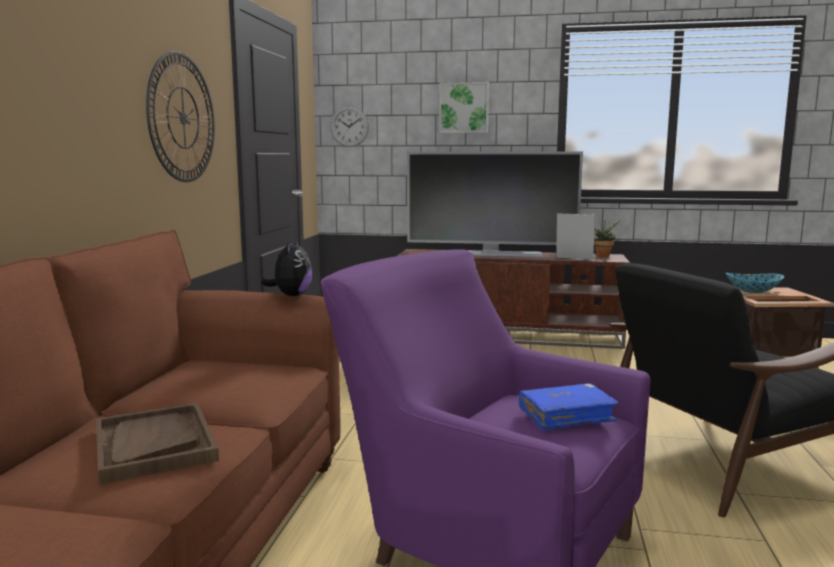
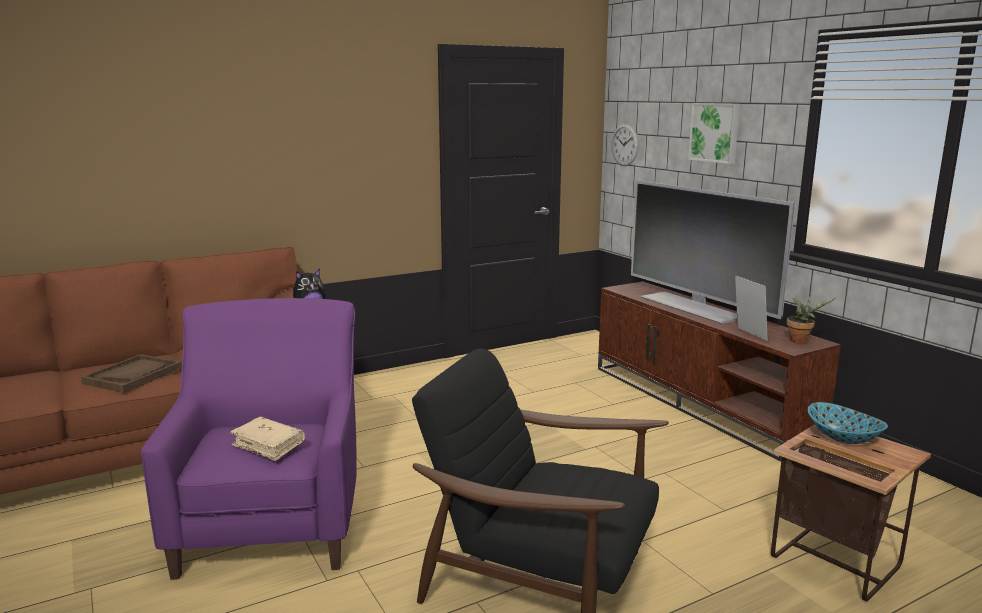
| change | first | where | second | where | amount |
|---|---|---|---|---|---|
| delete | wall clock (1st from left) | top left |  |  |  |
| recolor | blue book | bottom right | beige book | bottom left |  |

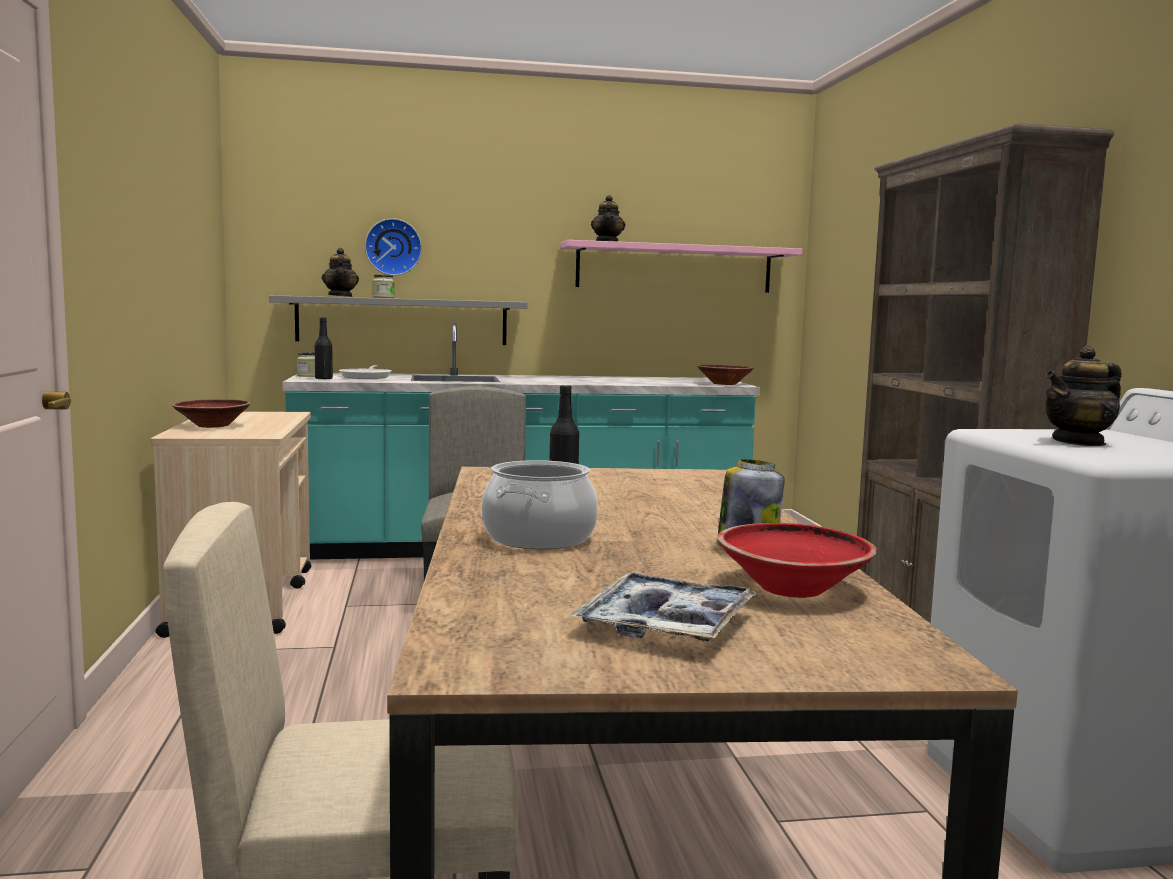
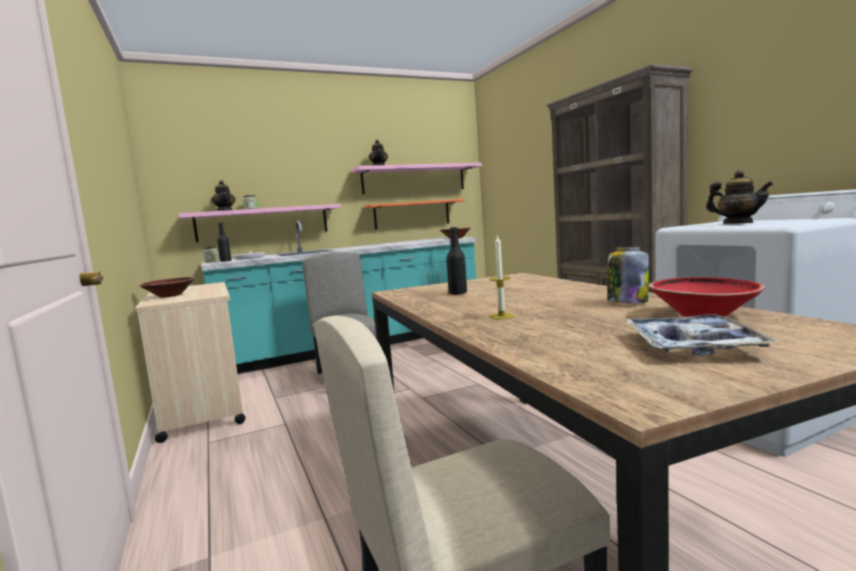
| change | first | where | second | where | amount |
|---|---|---|---|---|---|
| recolor | grey shelf | centre | pink shelf (1st from left) | middle left |  |
| delete | wall clock | top centre |  |  |  |
| replace | cooking pot | centre | candle | centre |  |
| rotate | teapot (3rd from left) | middle right |  | middle right | 90 degrees counterclockwise |
| insert |  |  | orange shelf | centre |  |

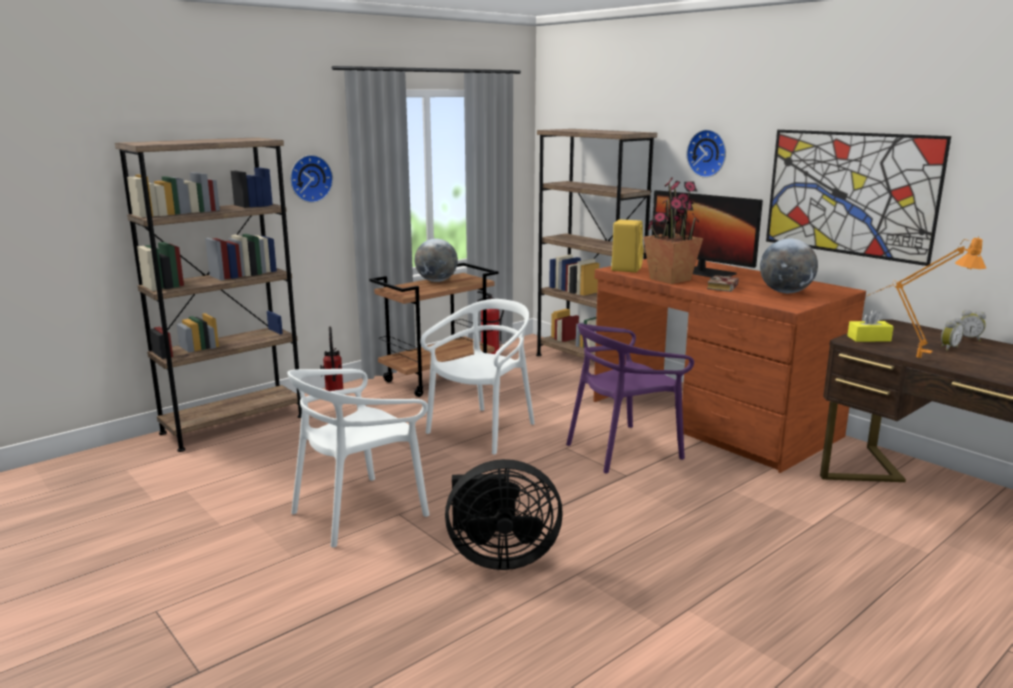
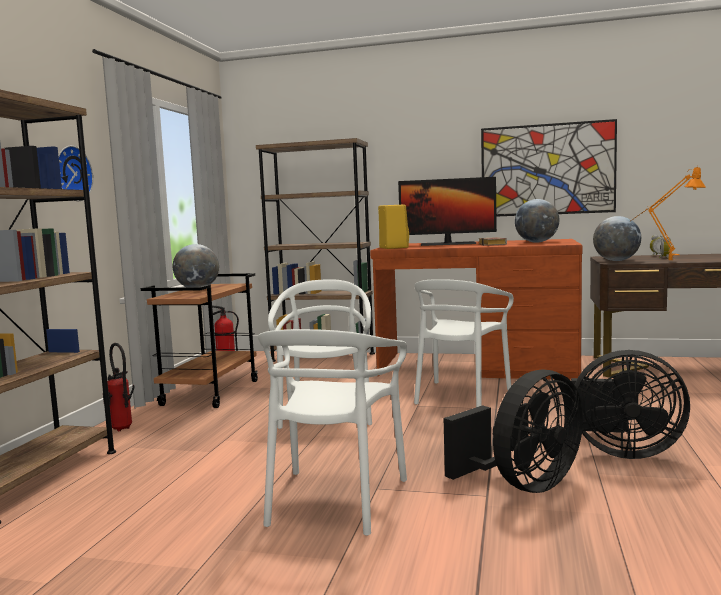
| change | first | where | second | where | amount |
|---|---|---|---|---|---|
| recolor | purple chair | centre | white chair (3rd from left) | centre |  |
| delete | potted plant | centre |  |  |  |
| delete | wall clock (2nd from left) | top right |  |  |  |
| replace | yellow tissue box | middle right | globe (3rd from left) | middle right |  |
| insert |  |  | black fan (2nd from left) | bottom right |  |

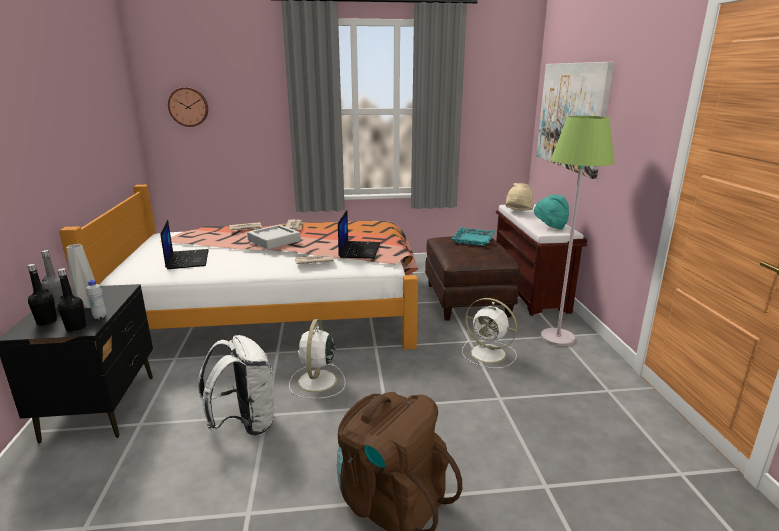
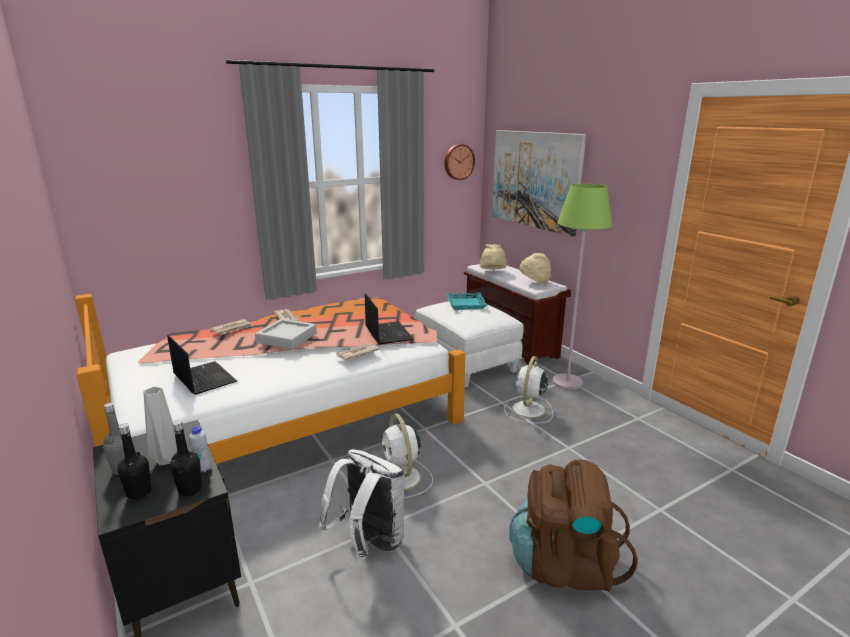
| change | first | where | second | where | amount |
|---|---|---|---|---|---|
| move | wall clock | top left |  | top centre |  |
| recolor | brown ottoman | centre | white ottoman | centre |  |
| rotate | white fan (2nd from left) | centre |  | centre | 105 degrees clockwise |
| recolor | turquoise hat | middle right | beige hat (2nd from left) | centre |  |

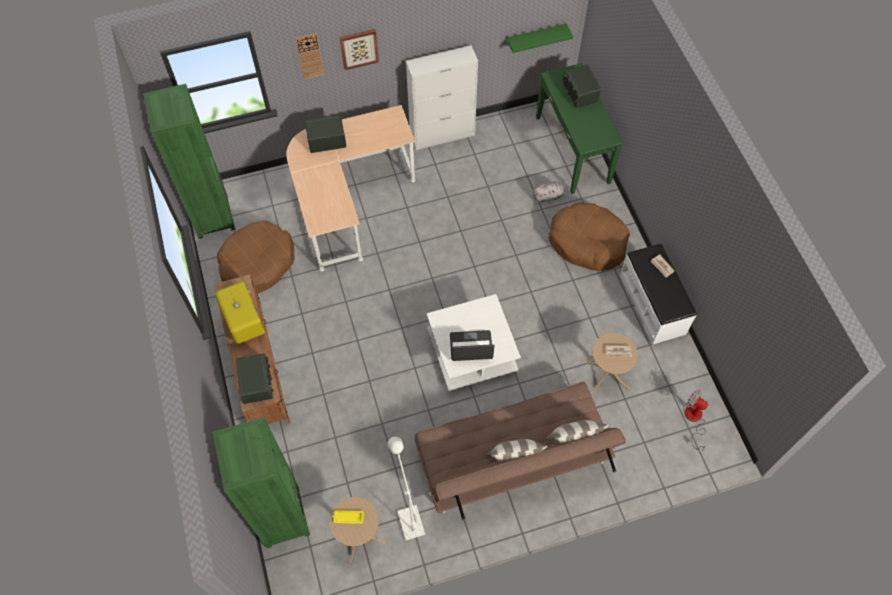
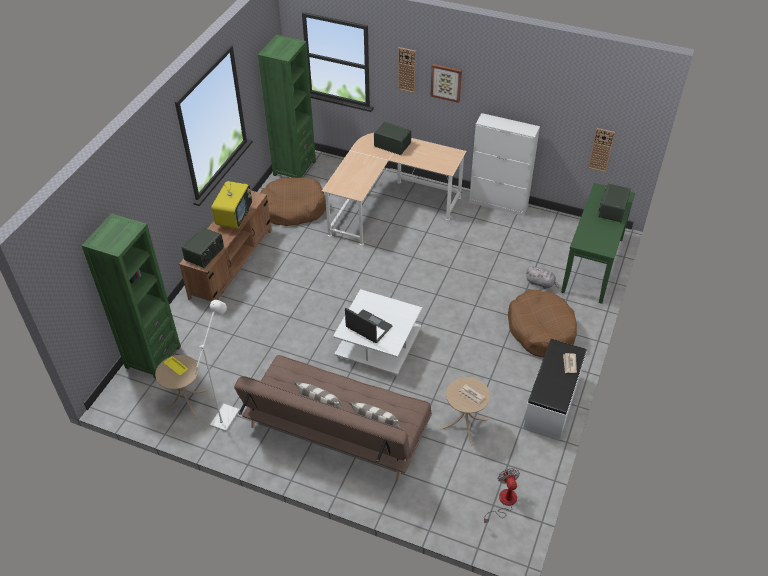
| change | first | where | second | where | amount |
|---|---|---|---|---|---|
| replace | green shelf | top centre | wall clock (2nd from left) | top right |  |

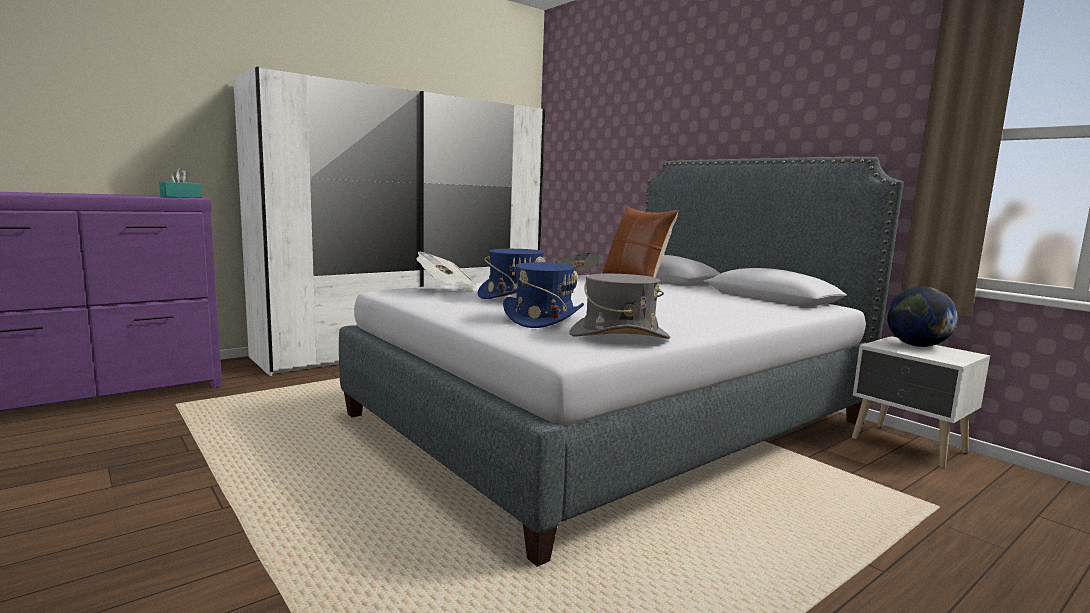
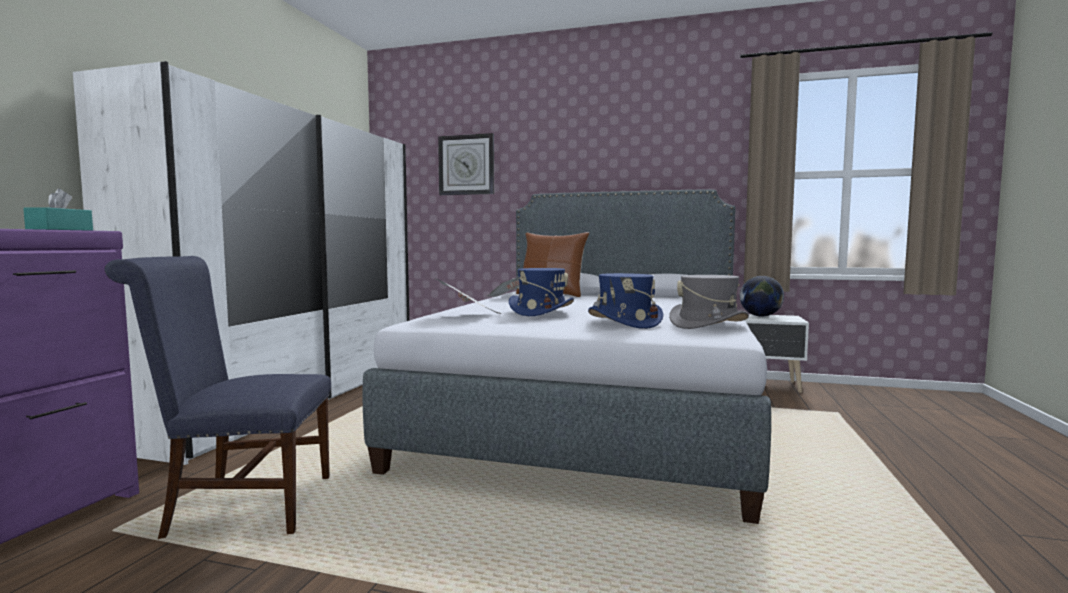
| change | first | where | second | where | amount |
|---|---|---|---|---|---|
| insert |  |  | blue chair | bottom left |  |
| insert |  |  | wall clock | top centre |  |

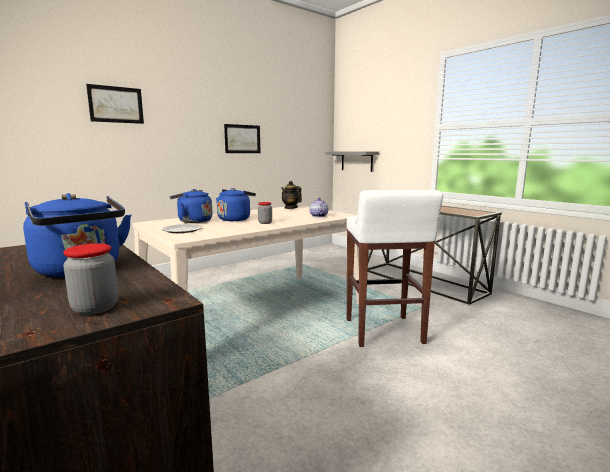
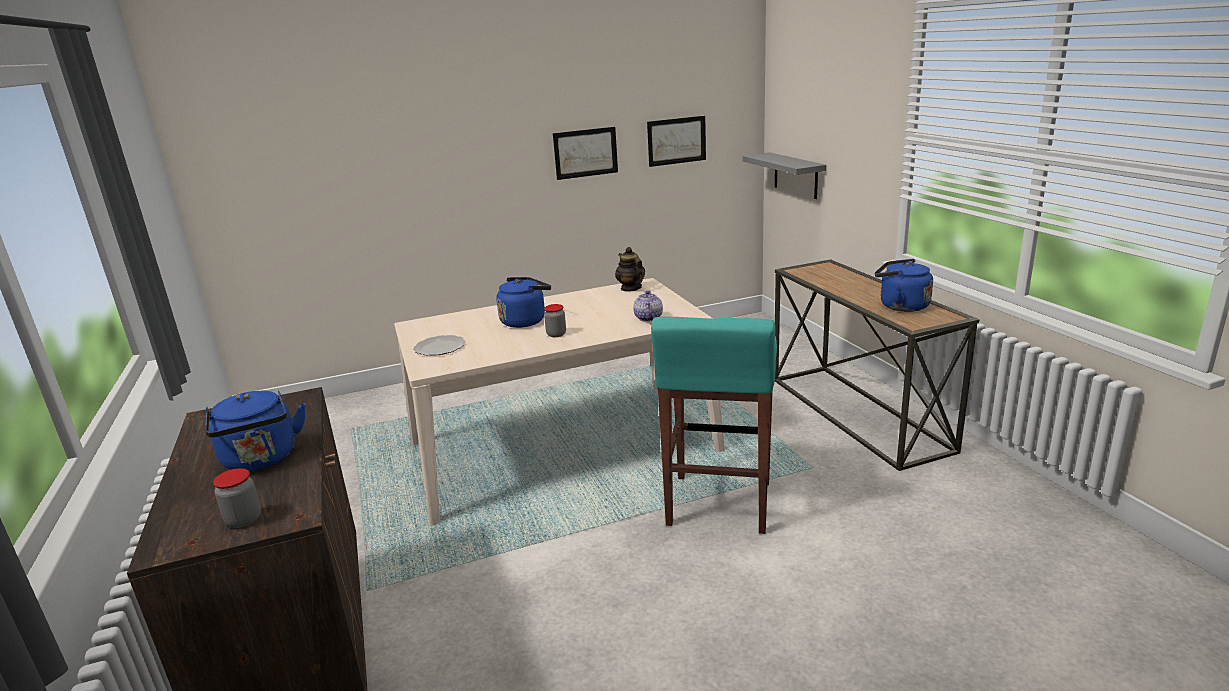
| change | first | where | second | where | amount |
|---|---|---|---|---|---|
| move | picture (1st from left in the first image) | top left | picture (2nd from left) | top centre |  |
| move | blue kettle (2nd from left in the first image) | middle left | blue kettle (3rd from left) | middle right |  |
| recolor | white stool | centre | turquoise stool | centre |  |

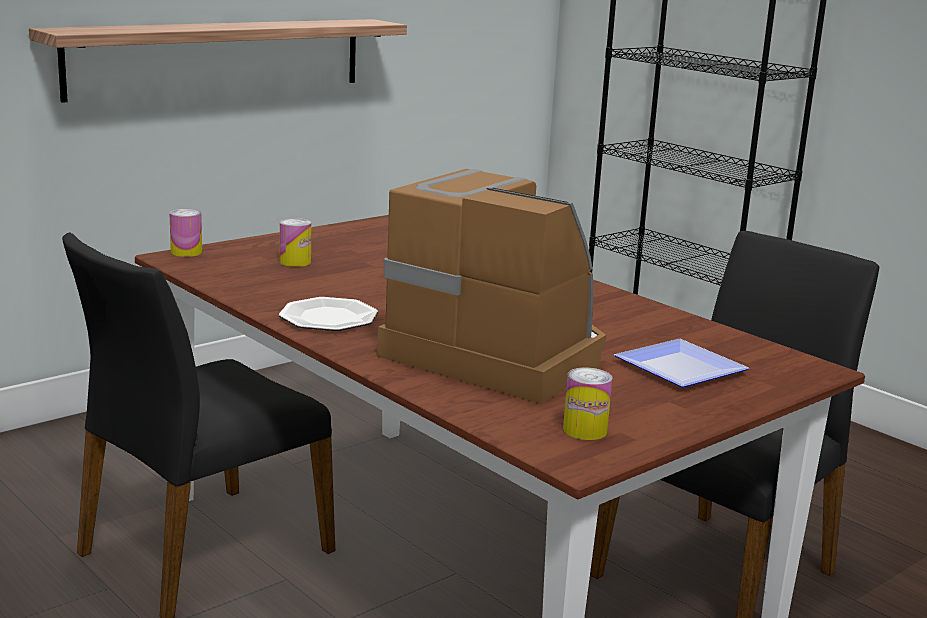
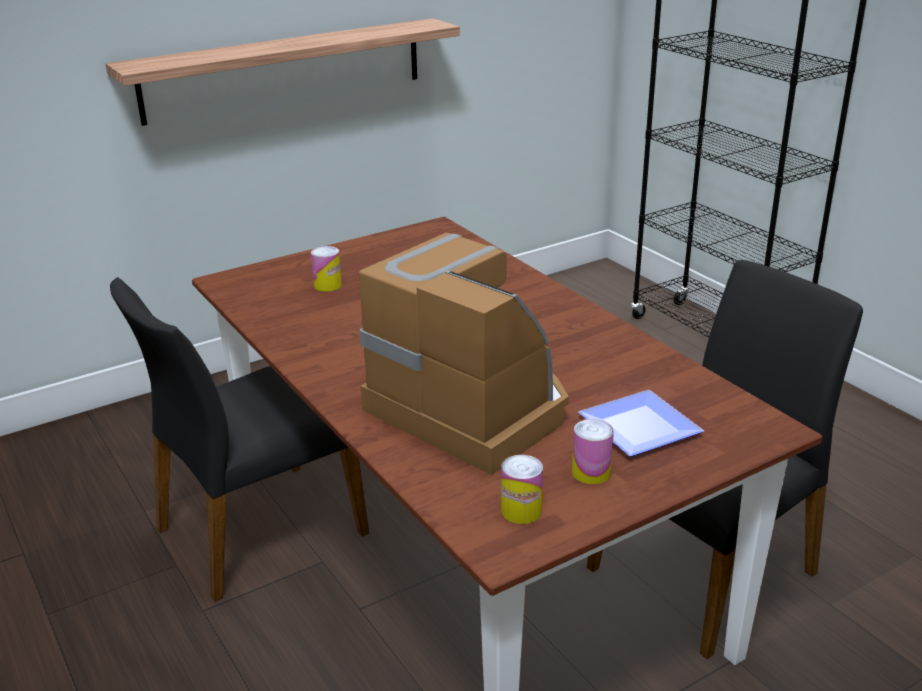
| change | first | where | second | where | amount |
|---|---|---|---|---|---|
| move | can (1st from left in the first image) | middle left | can (3rd from left) | centre |  |
| delete | plate (1st from left) | centre |  |  |  |

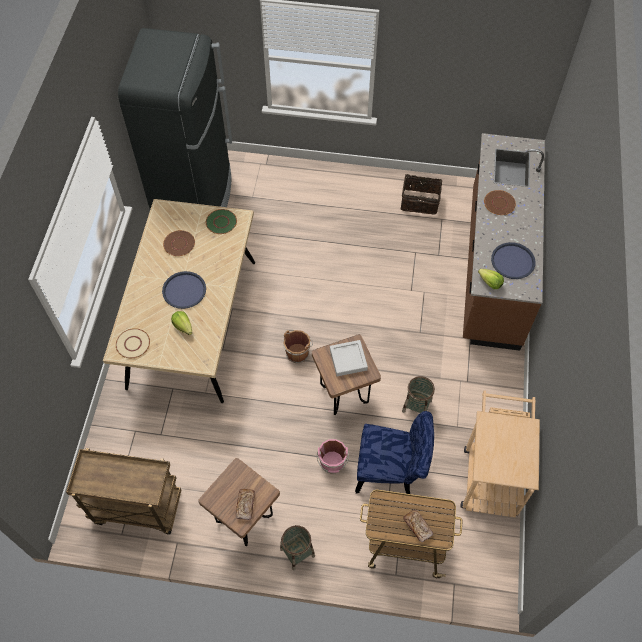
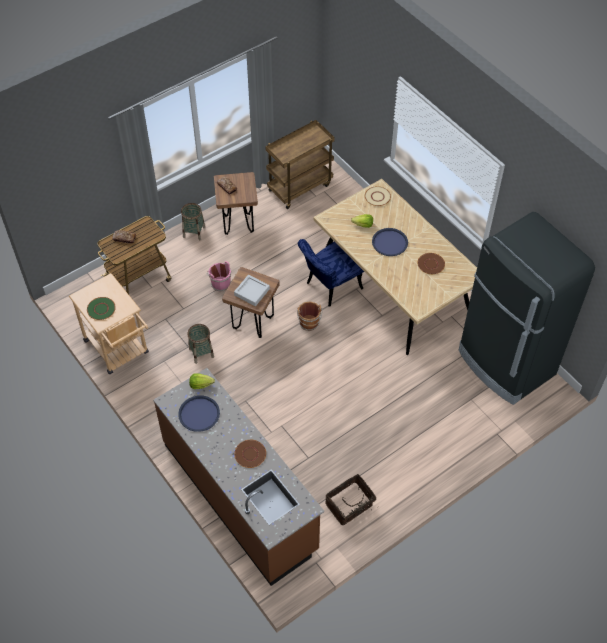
| change | first | where | second | where | amount |
|---|---|---|---|---|---|
| move | green plate | centre |  | middle left |  |
| move | blue chair | bottom centre |  | centre |  |

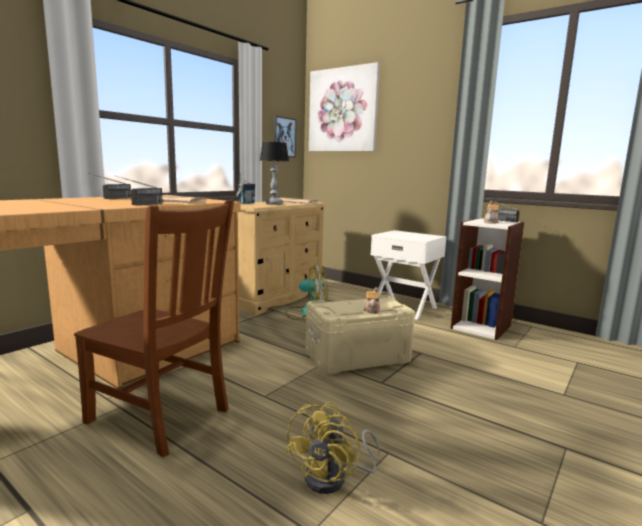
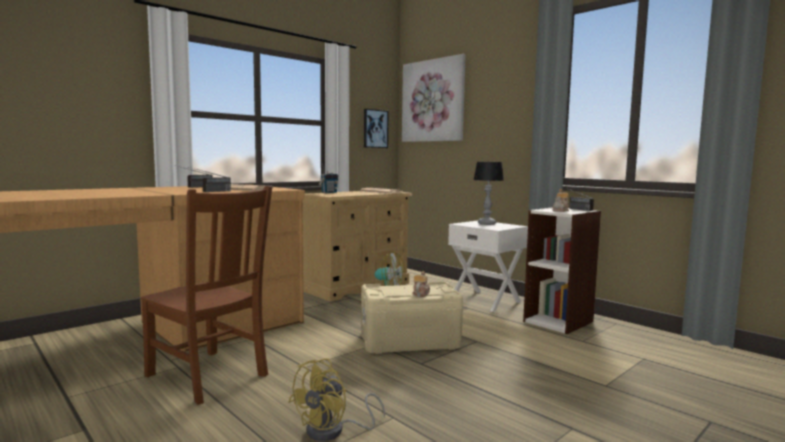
| change | first | where | second | where | amount |
|---|---|---|---|---|---|
| move | table lamp | top centre |  | centre |  |

